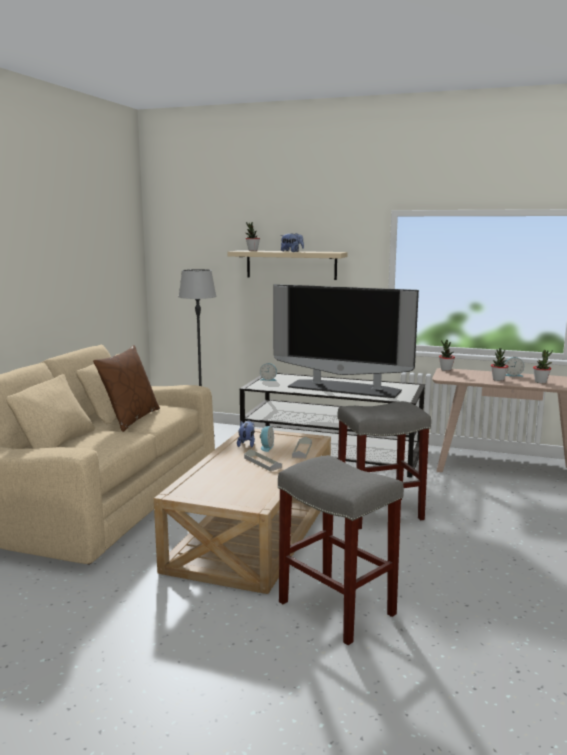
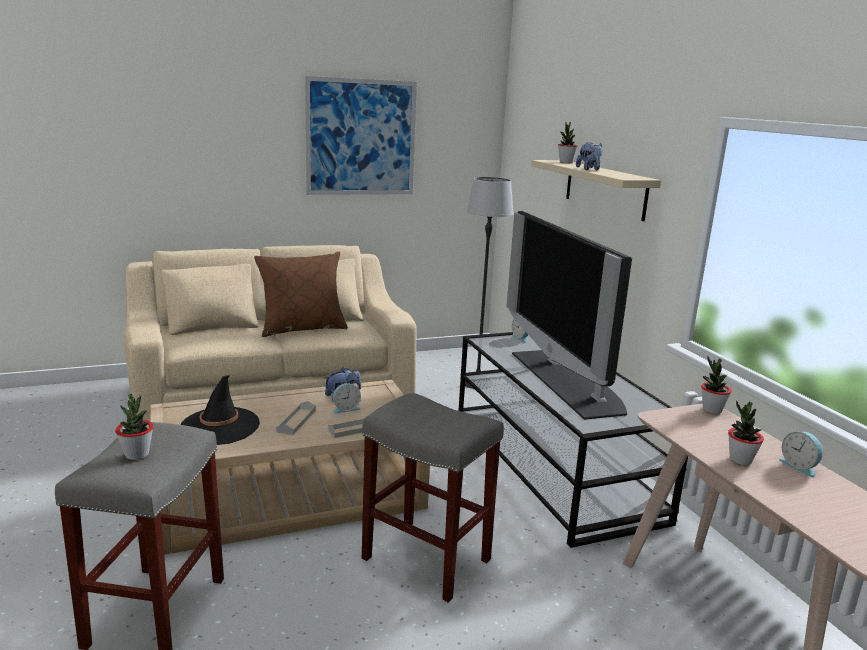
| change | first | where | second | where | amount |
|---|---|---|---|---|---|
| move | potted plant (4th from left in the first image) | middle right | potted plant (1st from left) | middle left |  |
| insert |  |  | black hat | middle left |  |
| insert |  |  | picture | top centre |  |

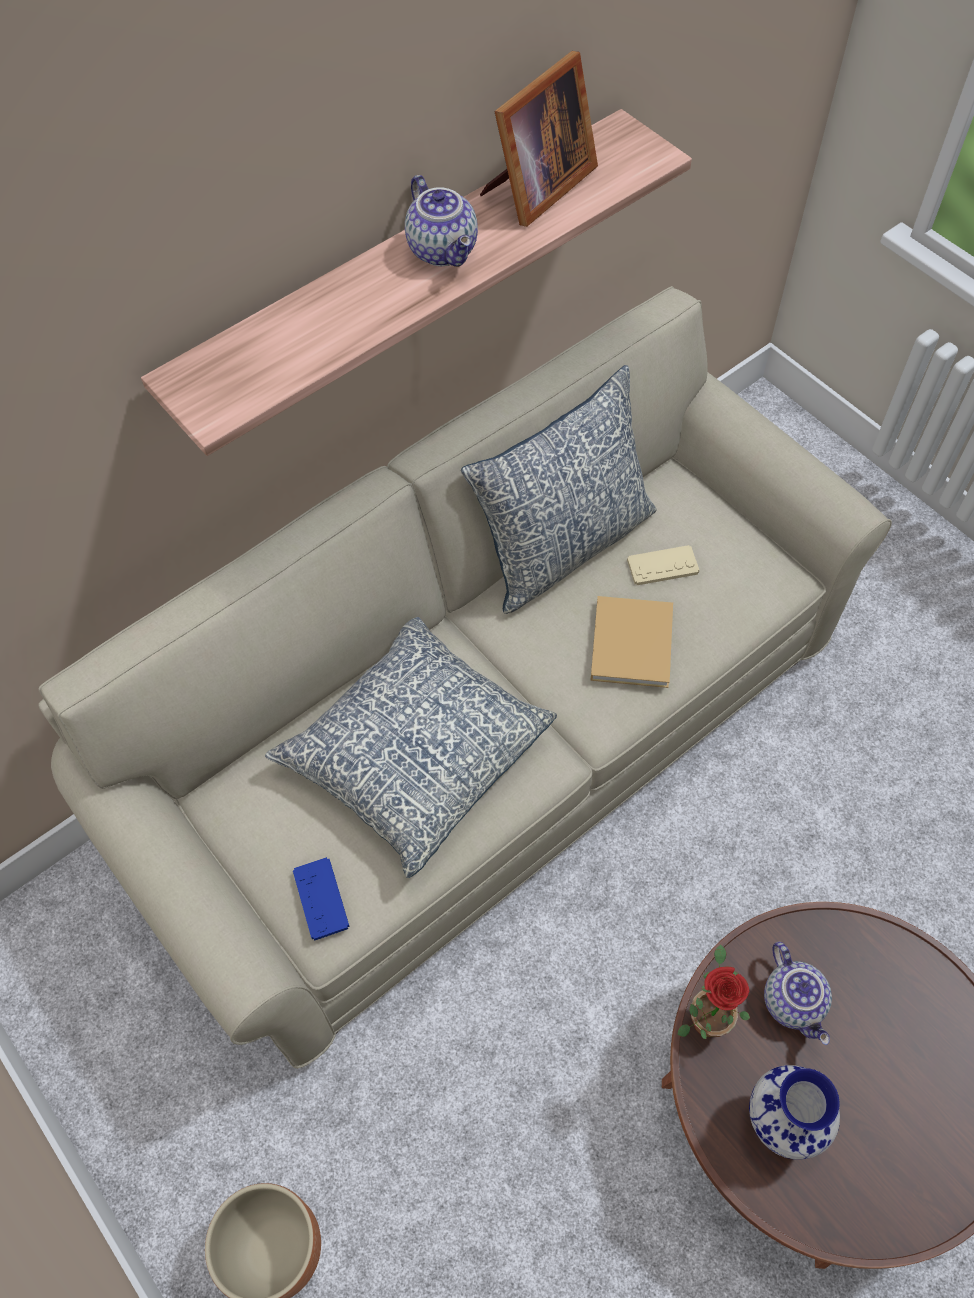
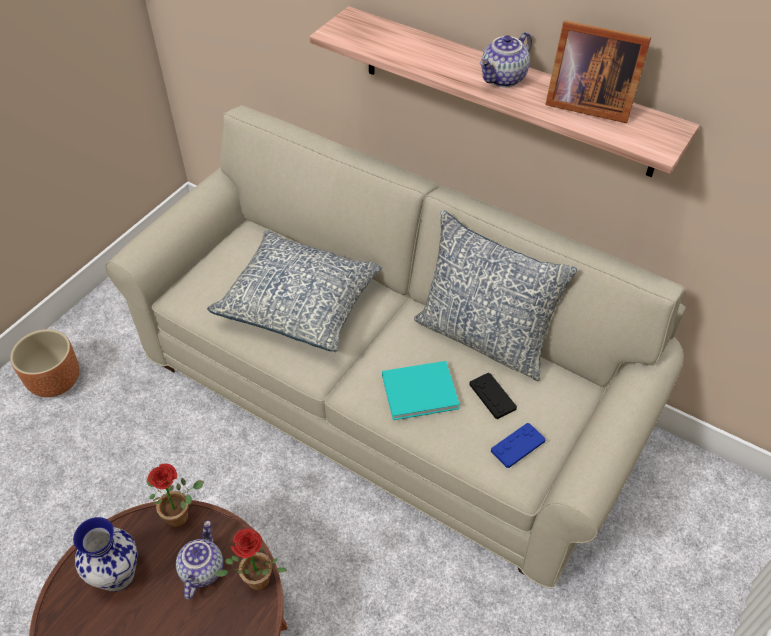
| change | first | where | second | where | amount |
|---|---|---|---|---|---|
| move | blue game controller | bottom left |  | bottom right |  |
| recolor | beige book | centre | turquoise book | centre |  |
| recolor | beige game controller | middle right | black game controller | centre |  |
| rotate | teapot (2nd from left in the first image) | bottom right | teapot (1st from left) | bottom left | 135 degrees clockwise |
| insert |  |  | potted plant (2nd from left) | bottom left |  |

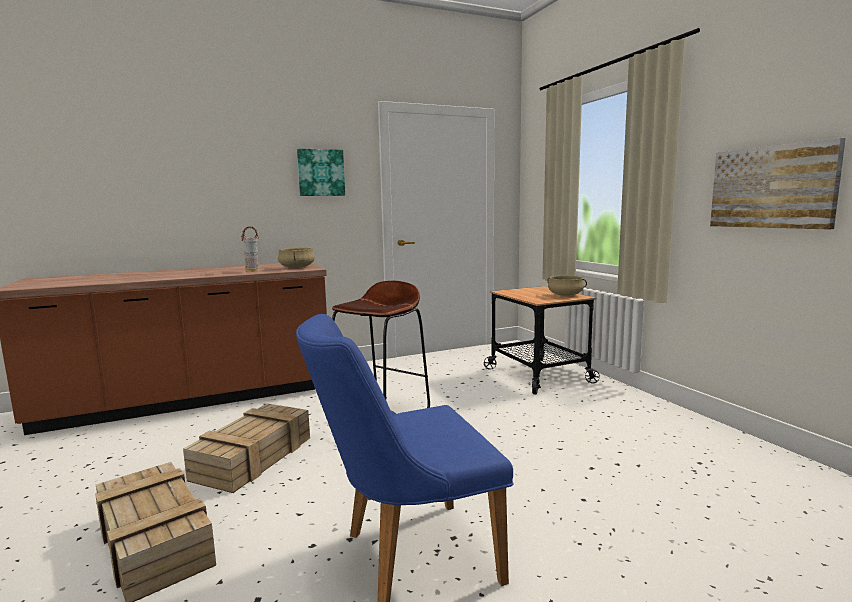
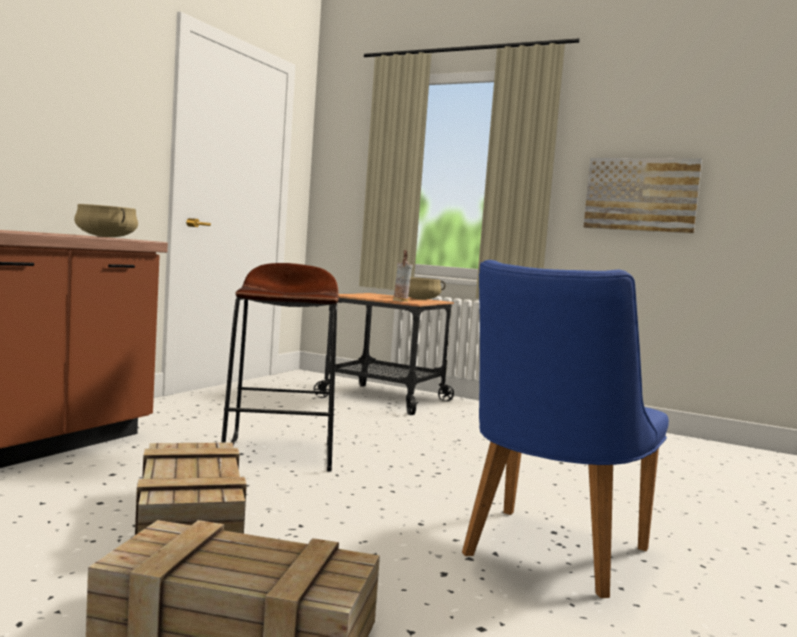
| change | first | where | second | where | amount |
|---|---|---|---|---|---|
| move | vase | middle left |  | centre |  |
| delete | picture (1st from left) | top centre |  |  |  |

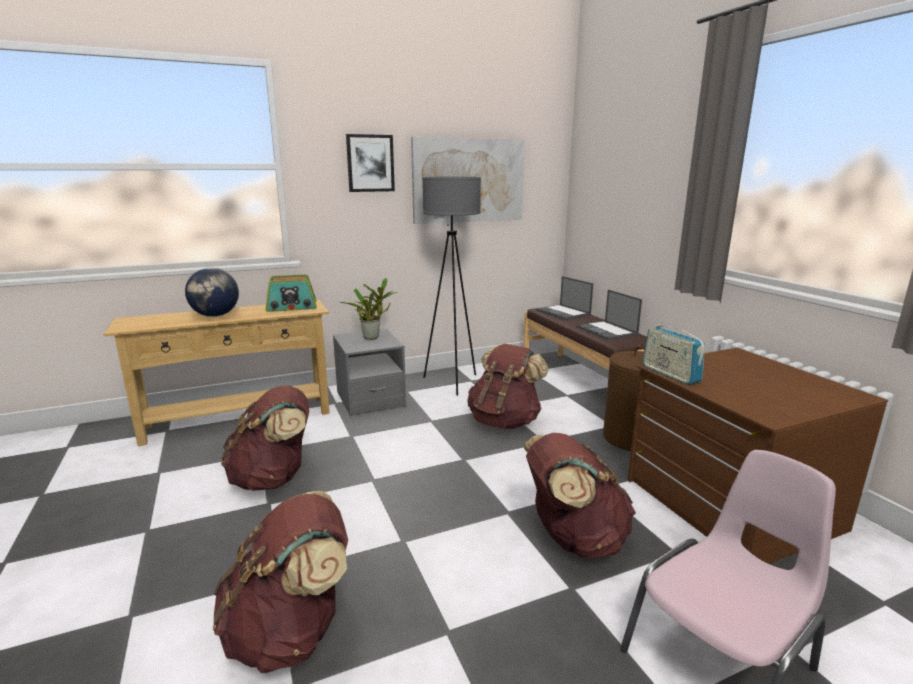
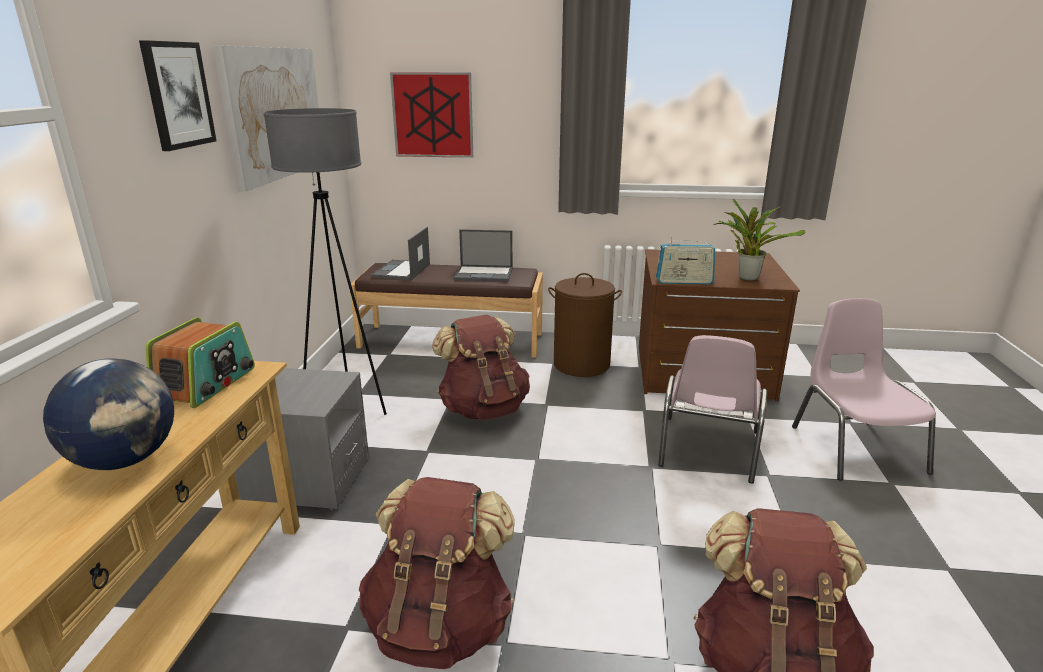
| change | first | where | second | where | amount |
|---|---|---|---|---|---|
| move | potted plant | centre |  | middle right |  |
| replace | brown backpack (4th from left) | bottom centre | pink chair (1st from left) | middle right |  |
| rotate | laptop (1st from left) | centre |  | centre | 105 degrees clockwise |
| insert |  |  | picture (3rd from left) | top centre |  |

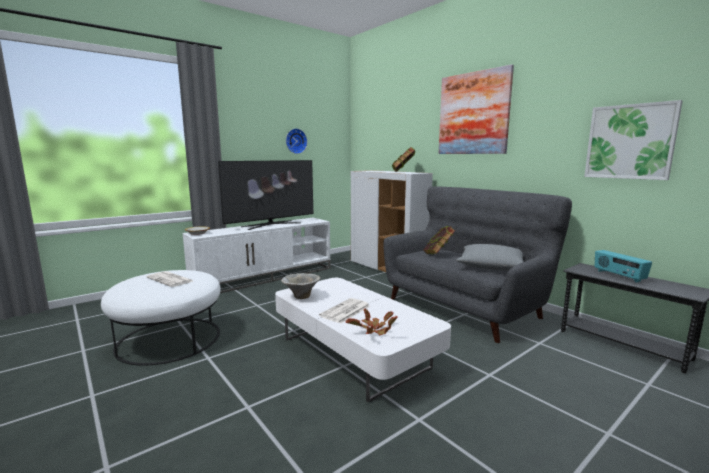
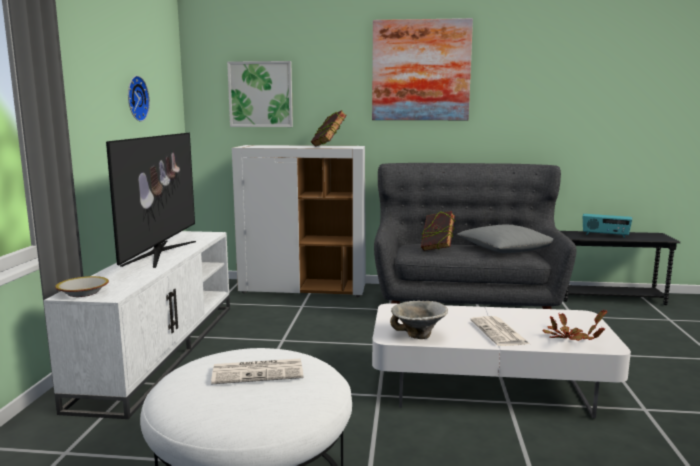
| change | first | where | second | where | amount |
|---|---|---|---|---|---|
| move | picture (2nd from left in the first image) | top right | picture (1st from left) | top centre |  |

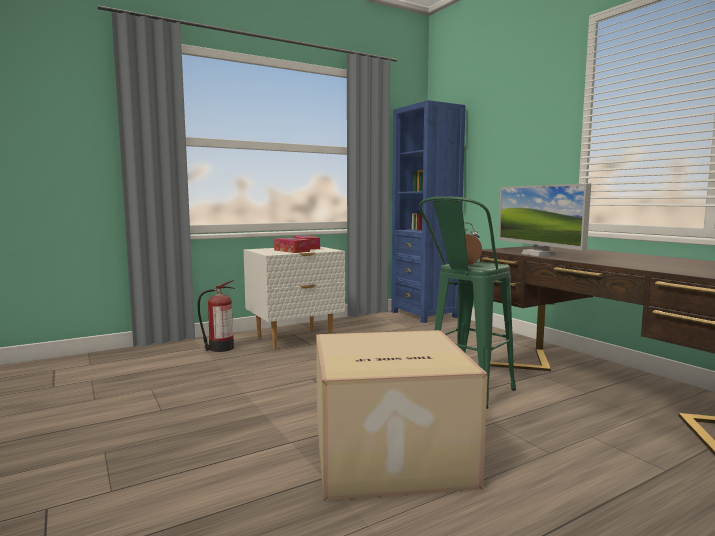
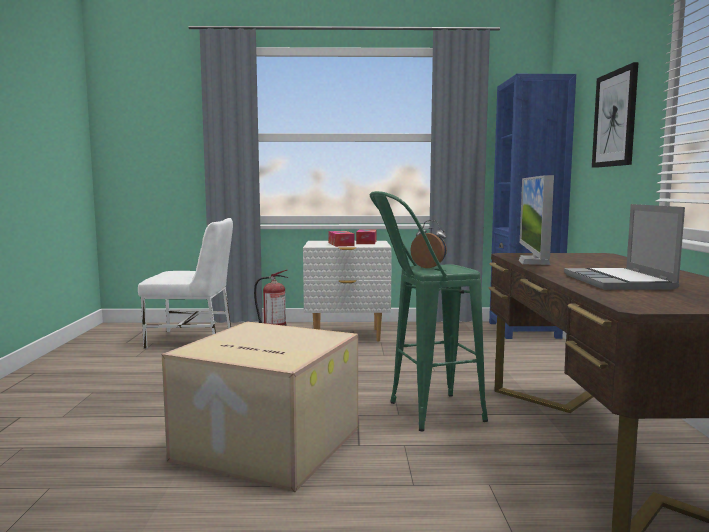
| change | first | where | second | where | amount |
|---|---|---|---|---|---|
| insert |  |  | white chair | middle left |  |
| insert |  |  | laptop | middle right |  |
| insert |  |  | picture | top right |  |

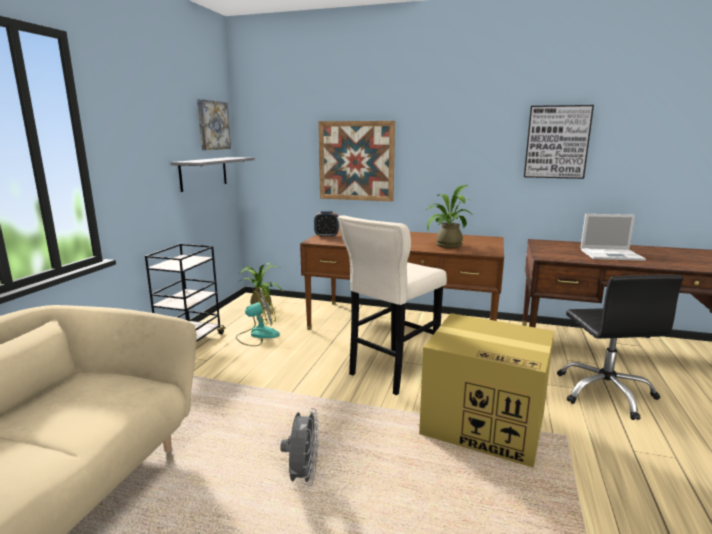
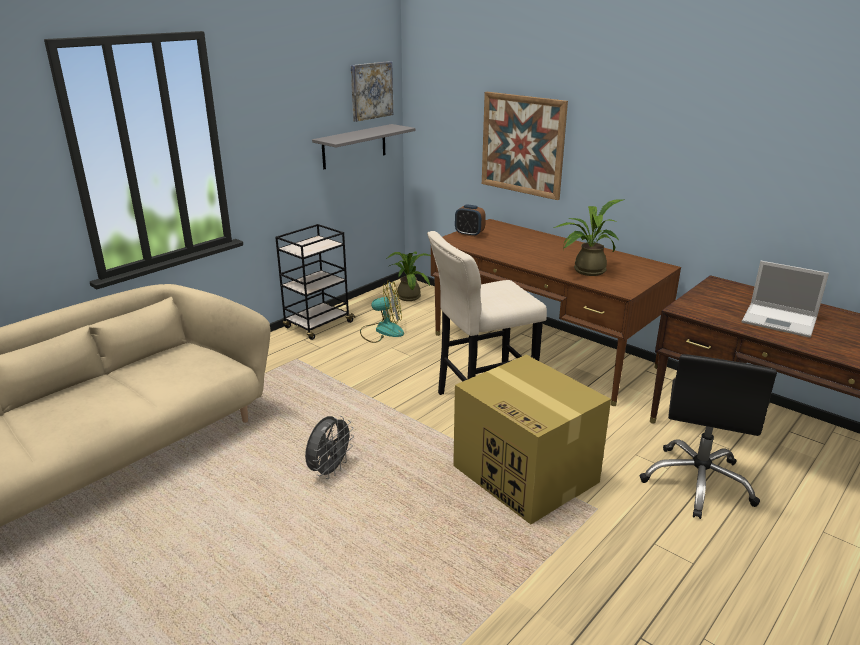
| change | first | where | second | where | amount |
|---|---|---|---|---|---|
| delete | picture (3rd from left) | top right |  |  |  |

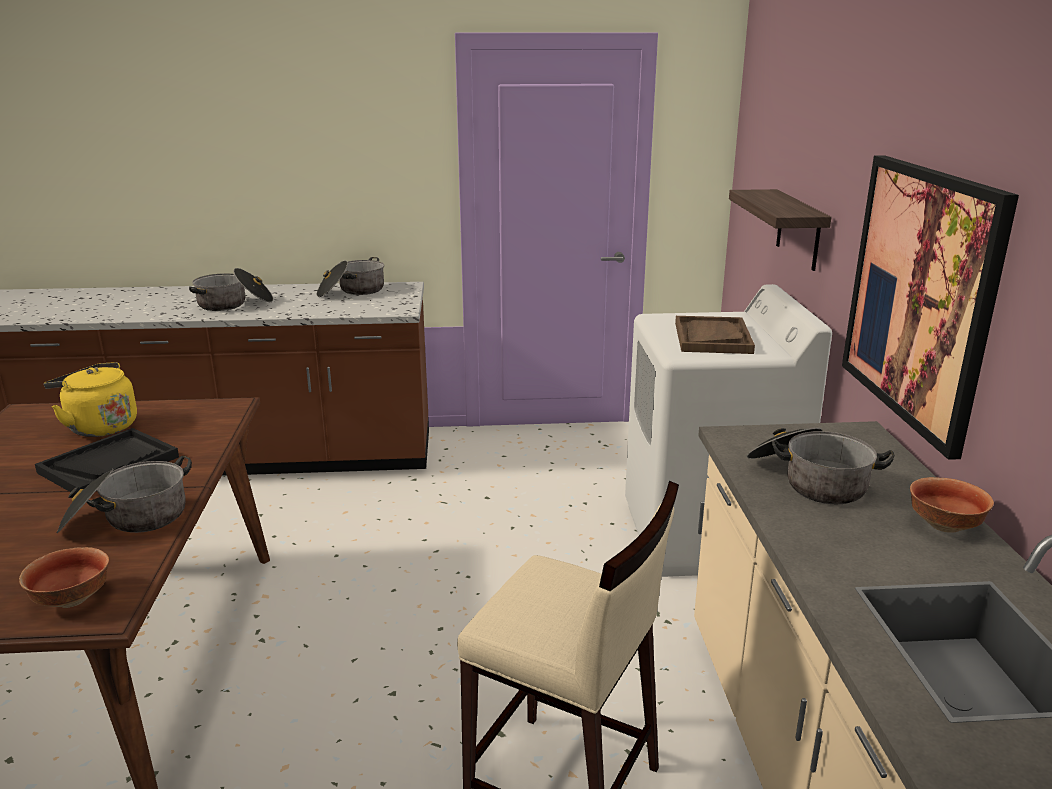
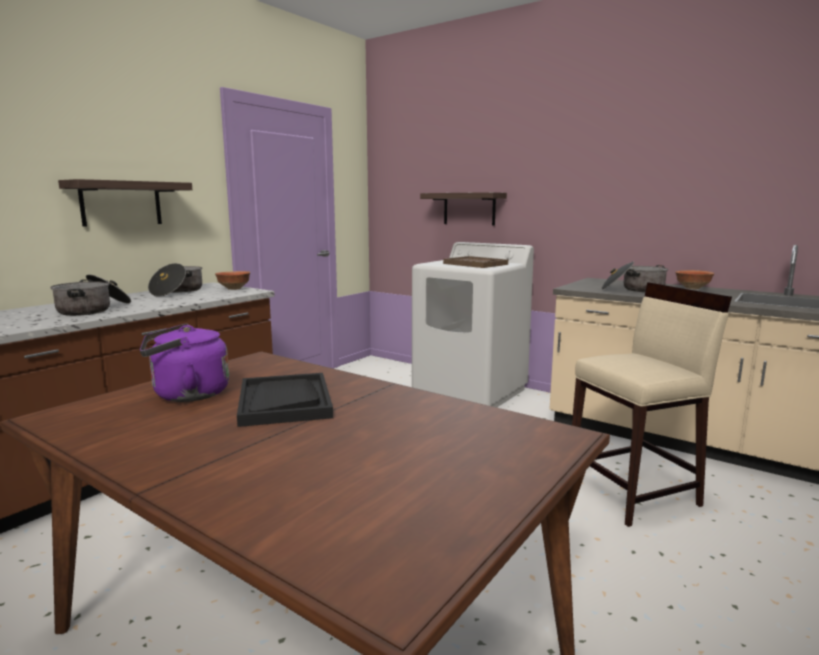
| change | first | where | second | where | amount |
|---|---|---|---|---|---|
| move | bowl (1st from left) | bottom left |  | middle left |  |
| recolor | yellow kettle | middle left | purple kettle | middle left |  |
| delete | cooking pot (1st from left) | middle left |  |  |  |
| delete | picture | middle right |  |  |  |
| insert |  |  | shelf (1st from left) | top left |  |

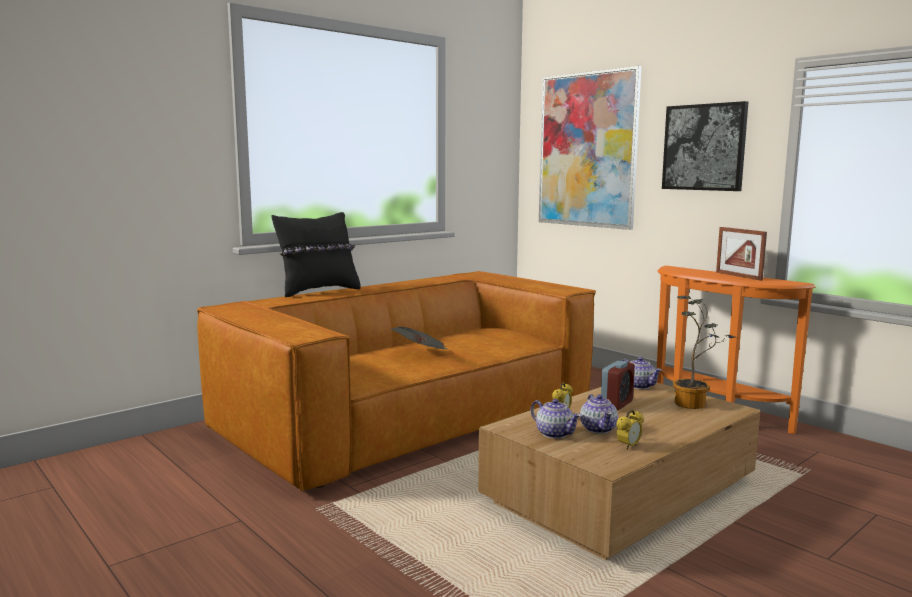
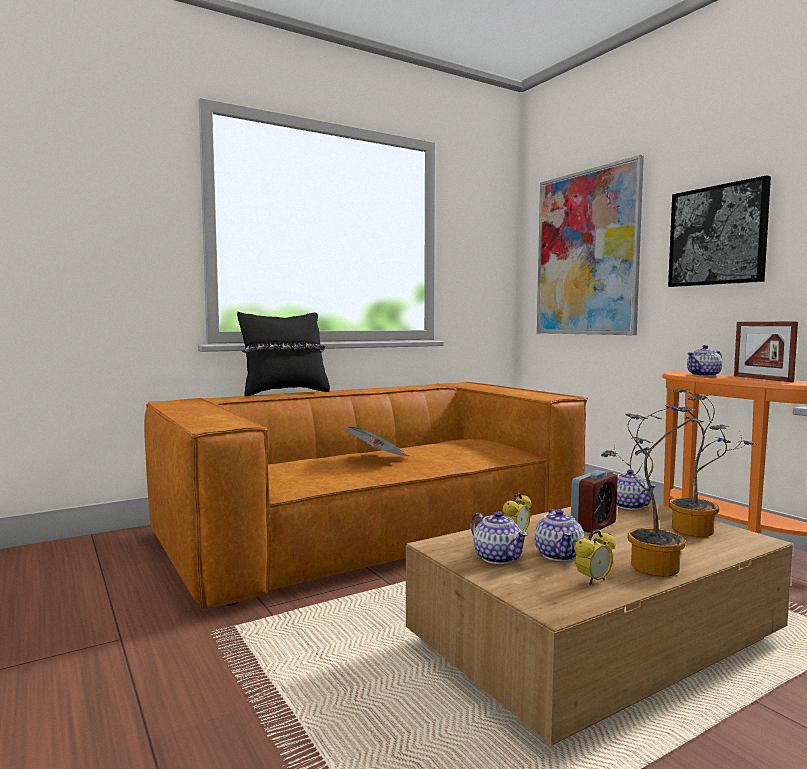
| change | first | where | second | where | amount |
|---|---|---|---|---|---|
| insert |  |  | potted plant (1st from left) | middle right |  |
| insert |  |  | teapot (4th from left) | middle right |  |

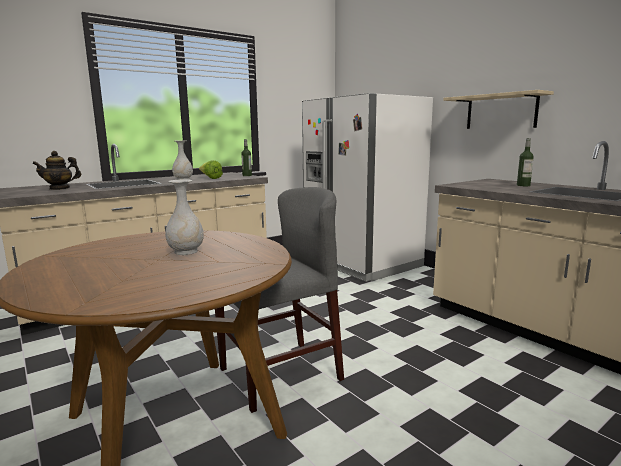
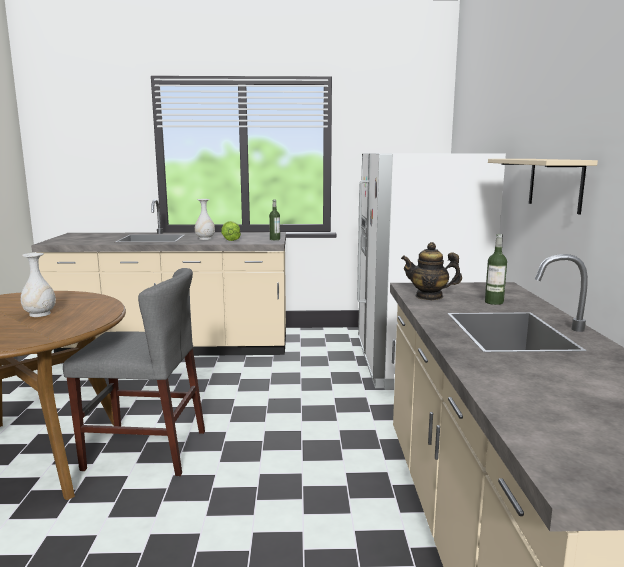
| change | first | where | second | where | amount |
|---|---|---|---|---|---|
| move | teapot | middle left |  | middle right |  |

